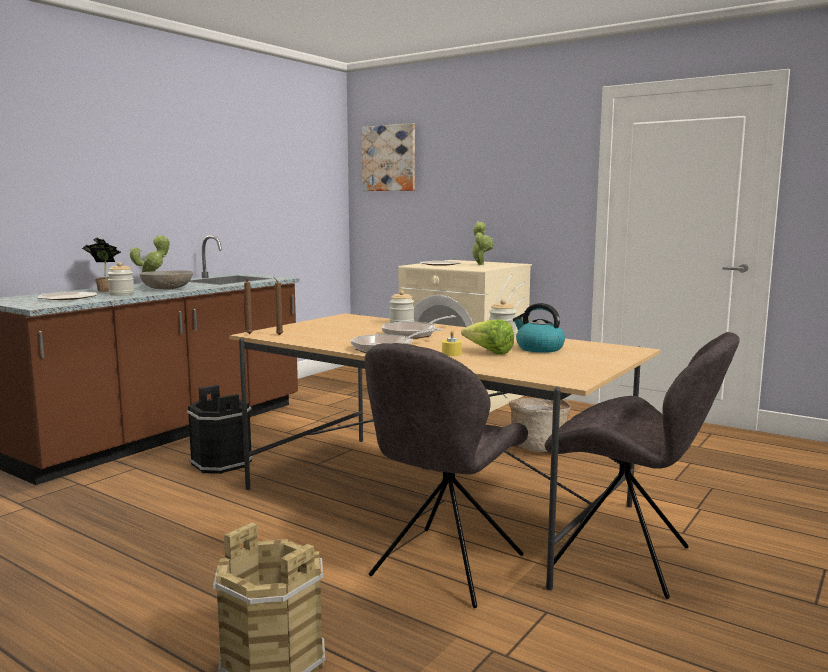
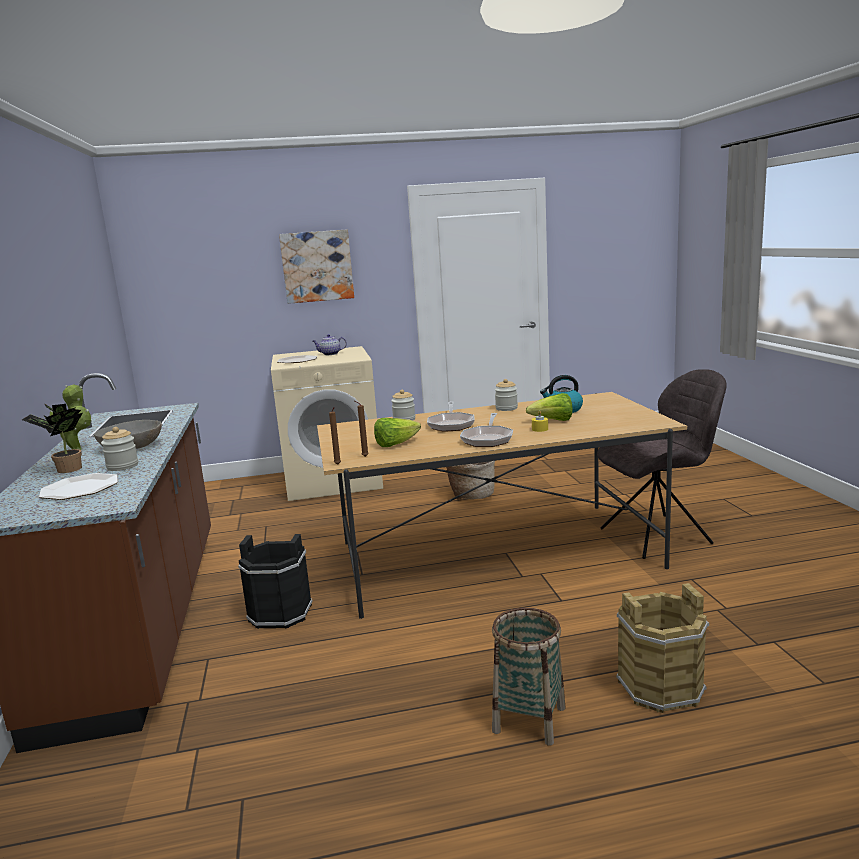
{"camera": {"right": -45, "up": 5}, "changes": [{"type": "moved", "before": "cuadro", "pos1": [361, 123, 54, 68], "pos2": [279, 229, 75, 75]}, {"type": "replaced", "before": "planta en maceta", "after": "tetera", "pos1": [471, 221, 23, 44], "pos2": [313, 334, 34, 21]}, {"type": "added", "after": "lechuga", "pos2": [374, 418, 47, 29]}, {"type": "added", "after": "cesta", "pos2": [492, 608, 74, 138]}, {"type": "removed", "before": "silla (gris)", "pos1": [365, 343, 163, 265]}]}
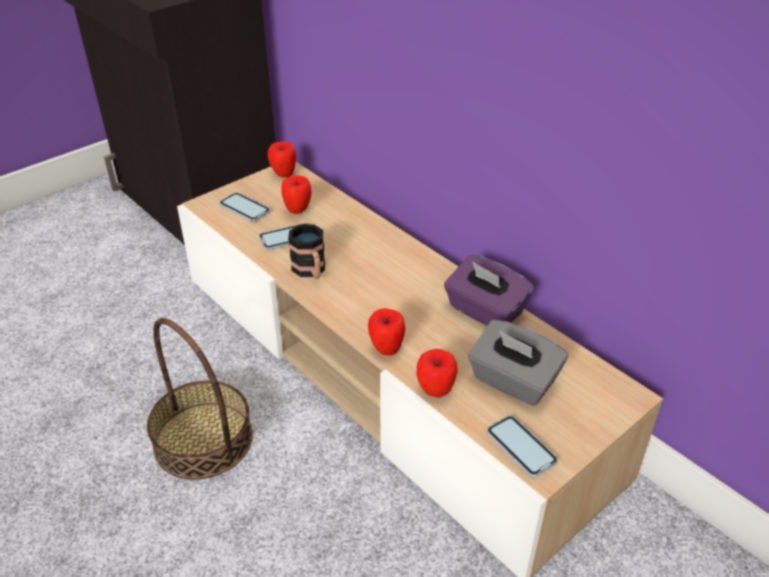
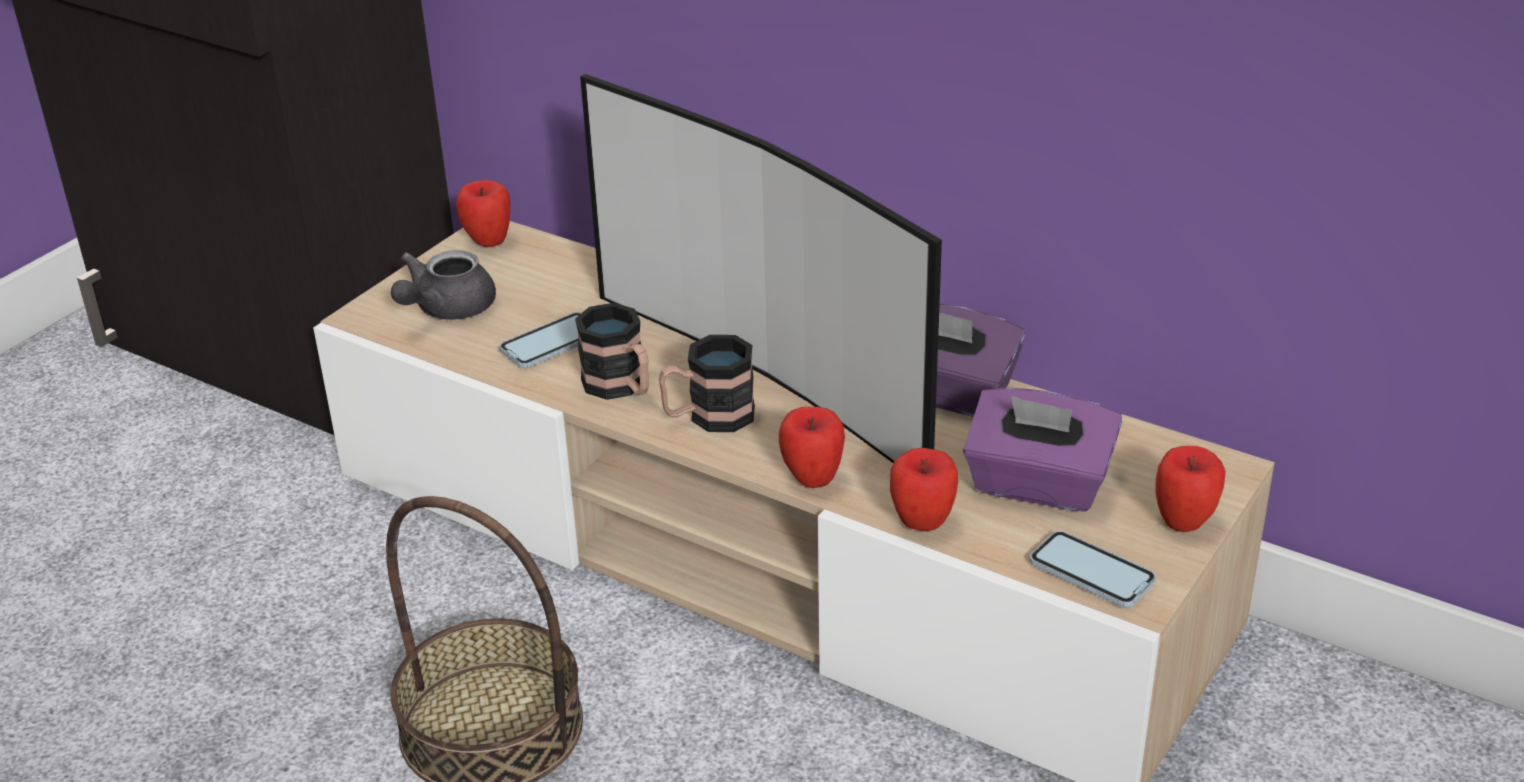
{"camera": {"right": -15, "up": -5}, "changes": [{"type": "replaced", "before": "móvil", "after": "tetera (gris)", "pos1": [219, 193, 51, 29], "pos2": [391, 250, 105, 70]}, {"type": "added", "after": "televisor", "pos2": [580, 74, 362, 389]}, {"type": "added", "after": "taza grande", "pos2": [659, 335, 96, 97]}, {"type": "recoloured", "before": "caja de pañuelos (gris)", "after": "caja de pañuelos (morado)", "pos1": [468, 320, 100, 86], "pos2": [963, 387, 159, 125]}, {"type": "moved", "before": "manzana", "pos1": [281, 175, 31, 39], "pos2": [1155, 446, 71, 86]}]}
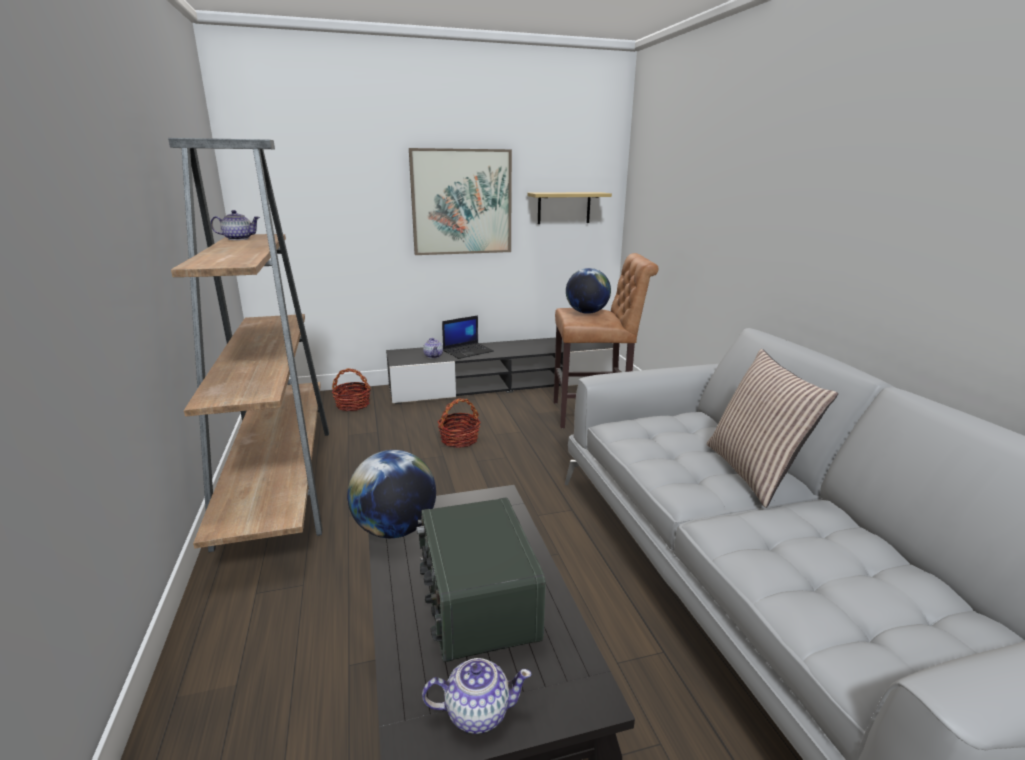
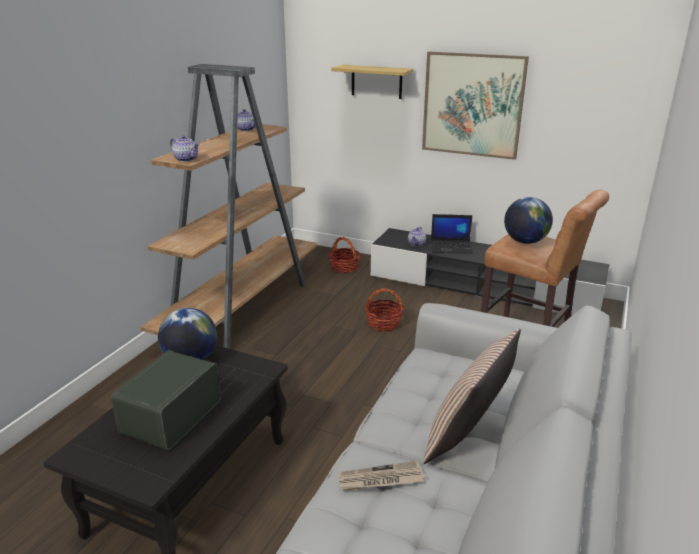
{"camera": {"right": 40, "up": 5}, "changes": [{"type": "moved", "before": "tetera", "pos1": [422, 658, 110, 76], "pos2": [170, 135, 29, 27]}, {"type": "moved", "before": "estante", "pos1": [527, 192, 85, 32], "pos2": [331, 65, 82, 34]}, {"type": "added", "after": "periódico", "pos2": [338, 461, 87, 30]}]}
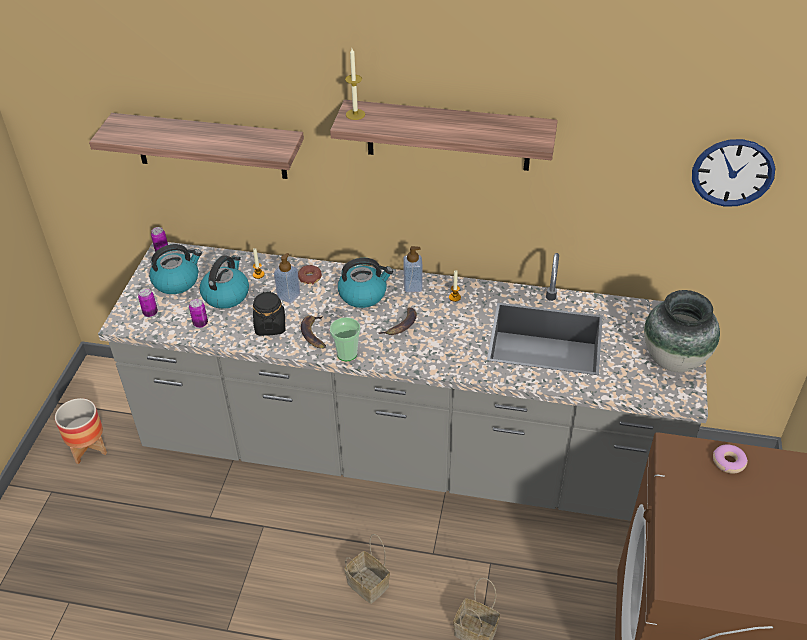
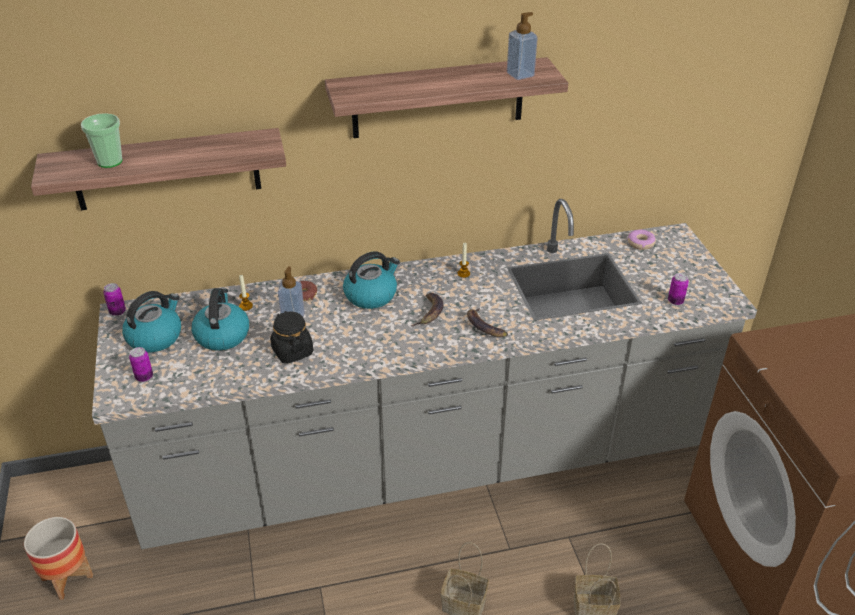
{"camera": {"right": -25, "up": -5}, "changes": [{"type": "moved", "before": "taza", "pos1": [330, 317, 31, 44], "pos2": [81, 113, 42, 55]}, {"type": "moved", "before": "plátano", "pos1": [301, 315, 25, 33], "pos2": [467, 308, 41, 29]}, {"type": "moved", "before": "dispensador de jabón", "pos1": [403, 246, 20, 46], "pos2": [507, 12, 31, 68]}, {"type": "moved", "before": "rosquilla", "pos1": [713, 444, 35, 30], "pos2": [627, 230, 29, 20]}, {"type": "moved", "before": "lata", "pos1": [189, 299, 19, 29], "pos2": [668, 273, 21, 32]}, {"type": "removed", "before": "vela", "pos1": [345, 49, 20, 71]}, {"type": "removed", "before": "florero", "pos1": [644, 290, 76, 82]}, {"type": "removed", "before": "reloj de pared", "pos1": [692, 139, 83, 68]}]}
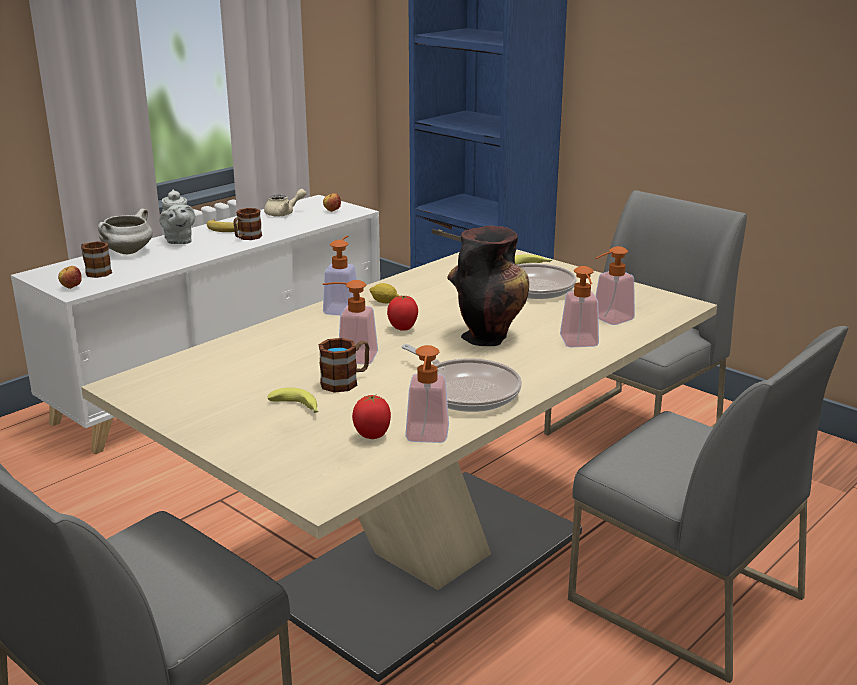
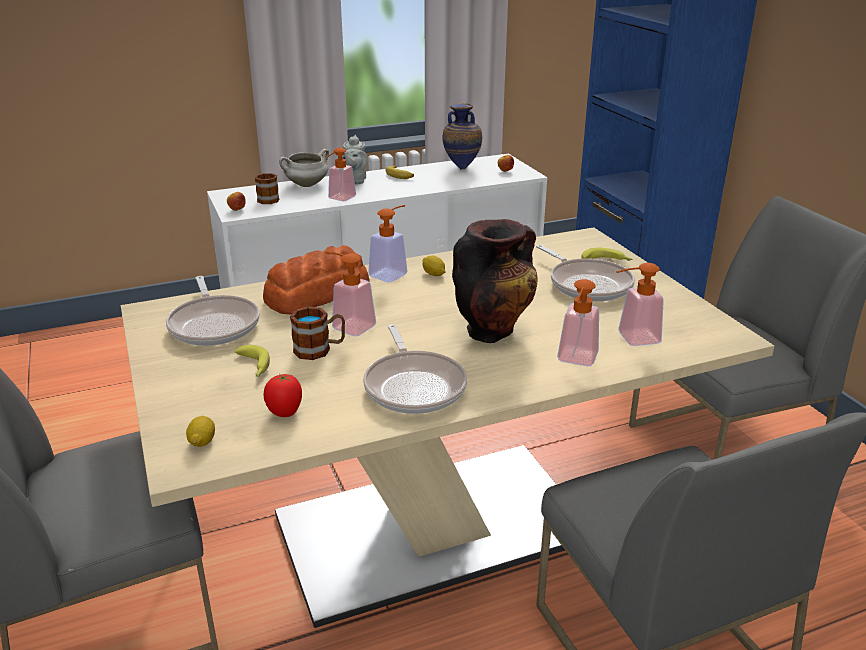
{"camera": {"right": 25, "up": 5}, "changes": [{"type": "added", "after": "sartén", "pos2": [166, 276, 94, 70]}, {"type": "added", "after": "limón", "pos2": [186, 416, 29, 31]}, {"type": "added", "after": "pan", "pos2": [263, 245, 107, 69]}, {"type": "moved", "before": "dispensador de jabón", "pos1": [405, 345, 44, 98], "pos2": [327, 148, 29, 53]}, {"type": "replaced", "before": "tetera (beis)", "after": "florero", "pos1": [264, 189, 42, 28], "pos2": [443, 103, 39, 67]}, {"type": "removed", "before": "taza grande", "pos1": [233, 208, 29, 32]}, {"type": "removed", "before": "tomate", "pos1": [387, 296, 31, 35]}]}
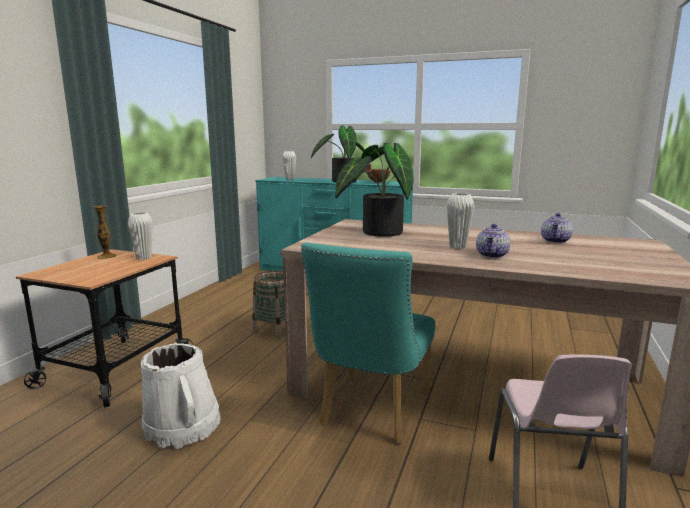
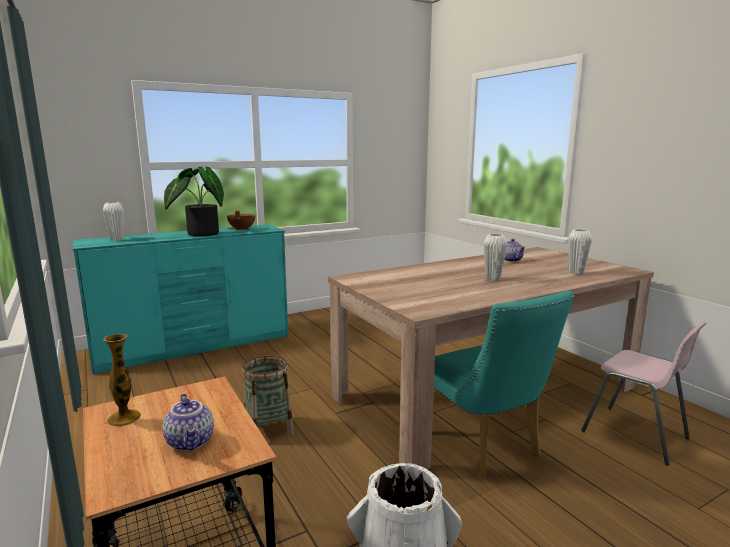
{"camera": {"right": -50, "up": 0}, "changes": [{"type": "moved", "before": "tetera", "pos1": [476, 224, 34, 34], "pos2": [162, 394, 52, 57]}, {"type": "moved", "before": "florero (blanco)", "pos1": [128, 212, 25, 48], "pos2": [568, 229, 24, 45]}, {"type": "removed", "before": "planta en maceta", "pos1": [335, 143, 79, 94]}]}
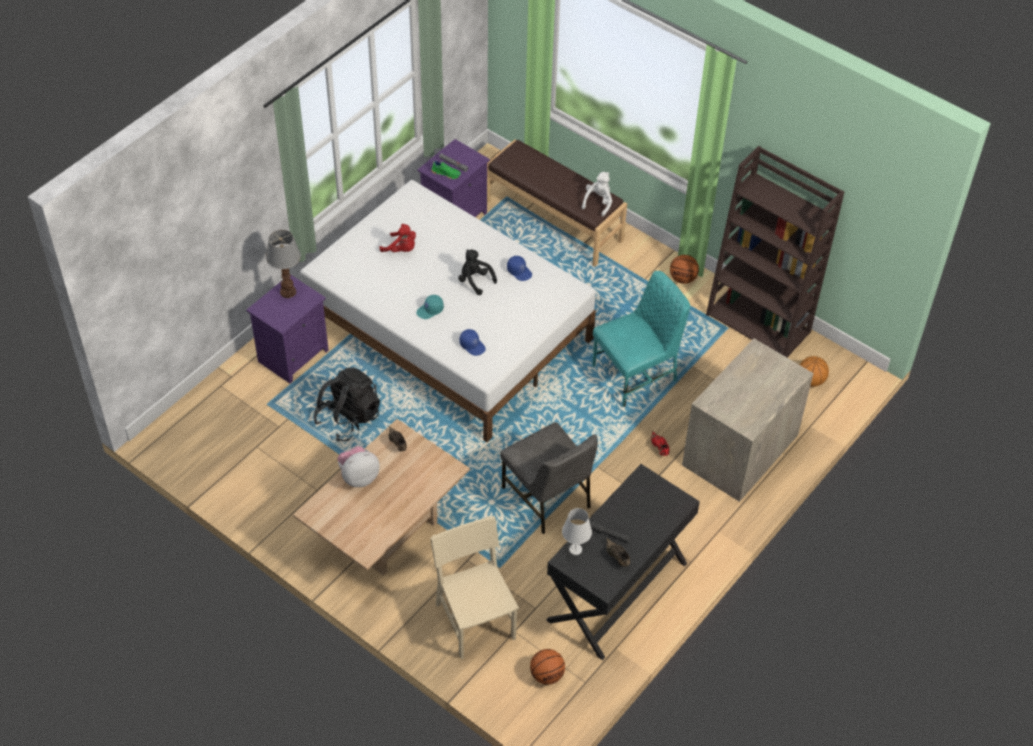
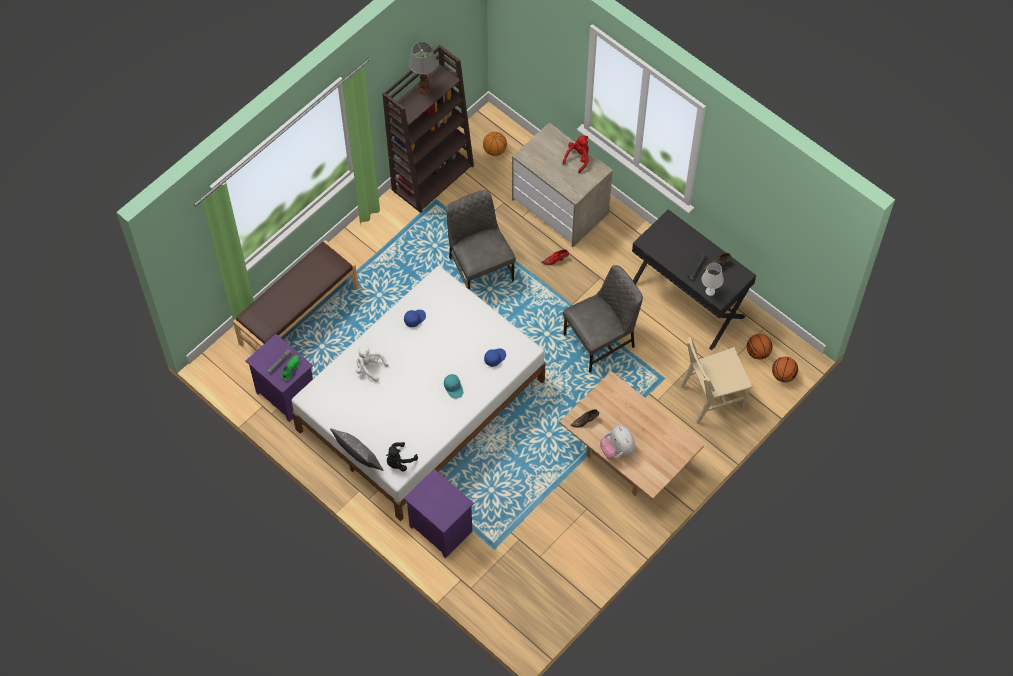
{"camera": {"right": -85, "up": 10}, "changes": [{"type": "added", "after": "cojín (gris)", "pos2": [330, 428, 54, 43]}, {"type": "moved", "before": "peluche (blanco)", "pos1": [582, 172, 30, 45], "pos2": [356, 347, 32, 35]}, {"type": "moved", "before": "peluche (negro)", "pos1": [458, 250, 39, 45], "pos2": [386, 442, 32, 29]}, {"type": "moved", "before": "lámpara de mesa", "pos1": [266, 230, 35, 68], "pos2": [409, 42, 28, 53]}, {"type": "recoloured", "before": "silla (turquesa)", "after": "silla (gris)", "pos1": [592, 271, 98, 136], "pos2": [446, 190, 70, 100]}, {"type": "moved", "before": "peluche (rojo)", "pos1": [379, 224, 37, 28], "pos2": [563, 135, 26, 38]}, {"type": "moved", "before": "balón de baloncesto", "pos1": [670, 255, 29, 29], "pos2": [772, 357, 26, 25]}, {"type": "removed", "before": "mochila (negro)", "pos1": [313, 368, 67, 74]}]}
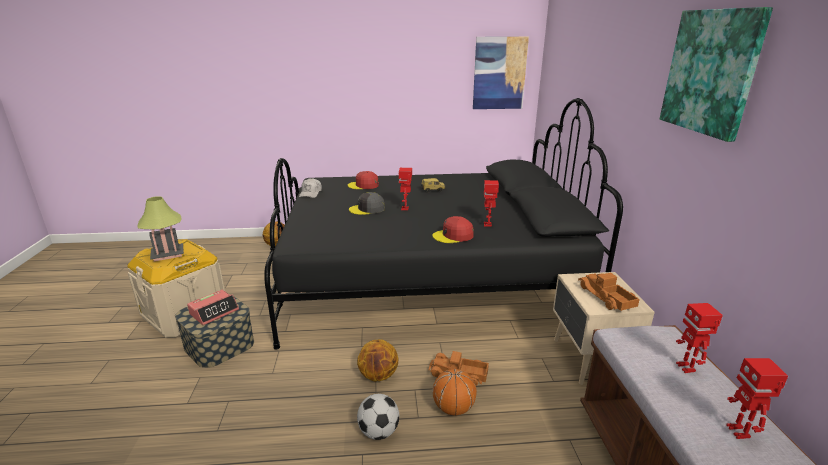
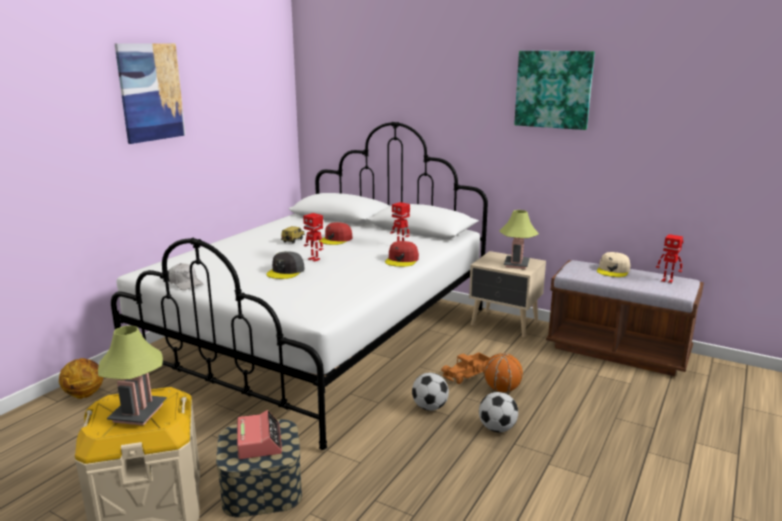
{"camera": {"right": -55, "up": -5}, "changes": [{"type": "recoloured", "before": "cama (negro)", "after": "cama (blanco)", "pos1": [264, 98, 359, 251], "pos2": [111, 122, 377, 328]}, {"type": "moved", "before": "cuadro", "pos1": [473, 37, 56, 72], "pos2": [115, 43, 70, 101]}, {"type": "moved", "before": "gorra (rojo)", "pos1": [348, 171, 31, 18], "pos2": [319, 222, 34, 23]}, {"type": "replaced", "before": "balón de baloncesto", "after": "balón de fútbol", "pos1": [357, 339, 41, 42], "pos2": [412, 373, 37, 38]}, {"type": "replaced", "before": "camión de juguete", "after": "lámpara de mesa", "pos1": [578, 272, 62, 39], "pos2": [499, 210, 40, 59]}, {"type": "replaced", "before": "robot de juguete", "after": "gorra (beis)", "pos1": [676, 303, 47, 70], "pos2": [597, 252, 33, 25]}]}
